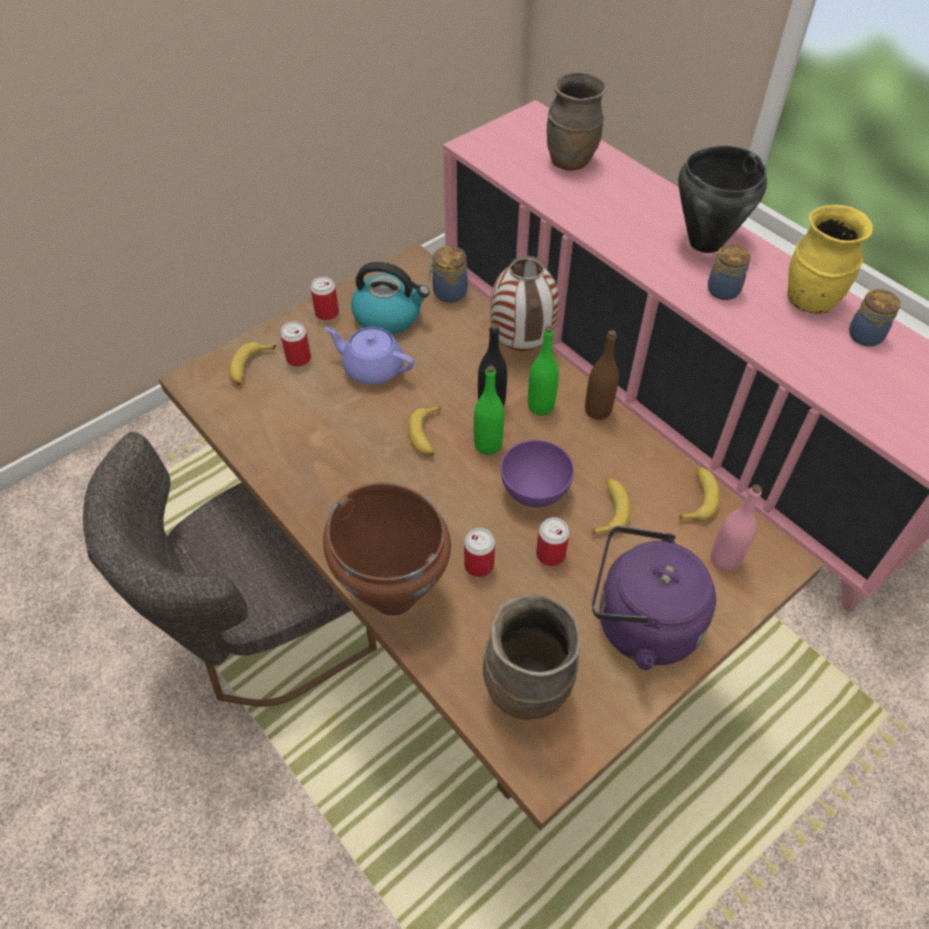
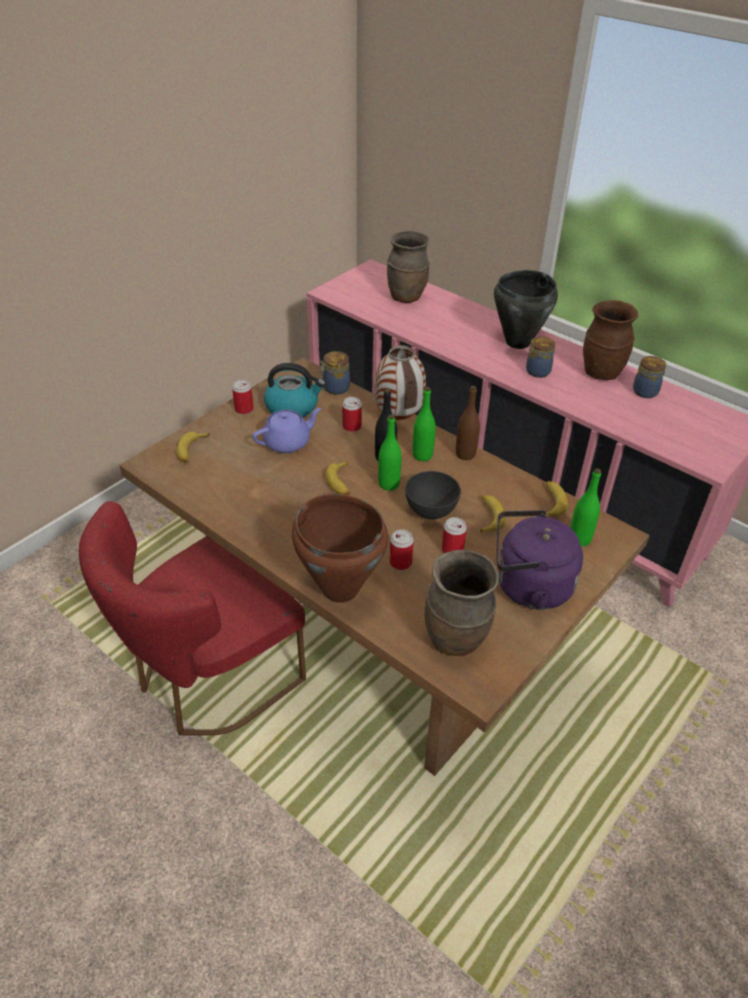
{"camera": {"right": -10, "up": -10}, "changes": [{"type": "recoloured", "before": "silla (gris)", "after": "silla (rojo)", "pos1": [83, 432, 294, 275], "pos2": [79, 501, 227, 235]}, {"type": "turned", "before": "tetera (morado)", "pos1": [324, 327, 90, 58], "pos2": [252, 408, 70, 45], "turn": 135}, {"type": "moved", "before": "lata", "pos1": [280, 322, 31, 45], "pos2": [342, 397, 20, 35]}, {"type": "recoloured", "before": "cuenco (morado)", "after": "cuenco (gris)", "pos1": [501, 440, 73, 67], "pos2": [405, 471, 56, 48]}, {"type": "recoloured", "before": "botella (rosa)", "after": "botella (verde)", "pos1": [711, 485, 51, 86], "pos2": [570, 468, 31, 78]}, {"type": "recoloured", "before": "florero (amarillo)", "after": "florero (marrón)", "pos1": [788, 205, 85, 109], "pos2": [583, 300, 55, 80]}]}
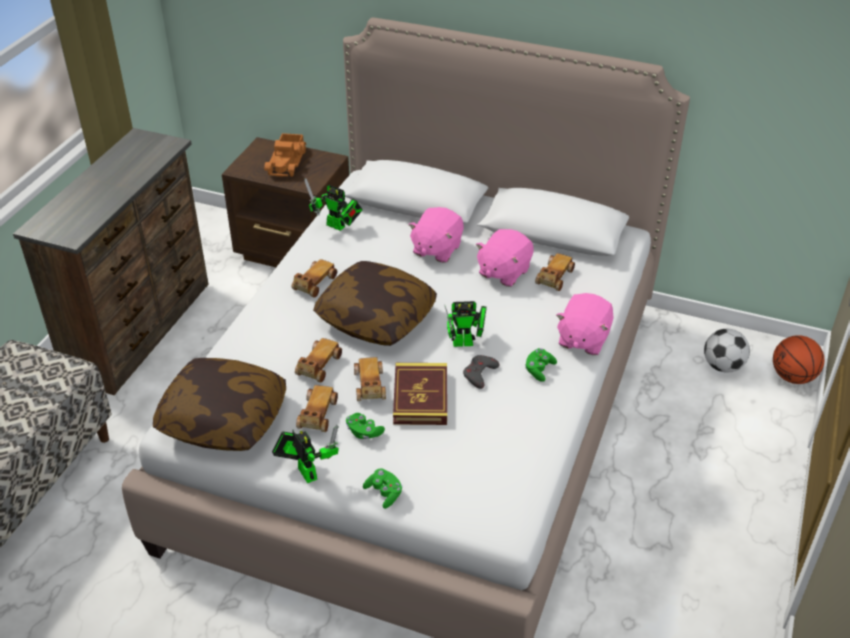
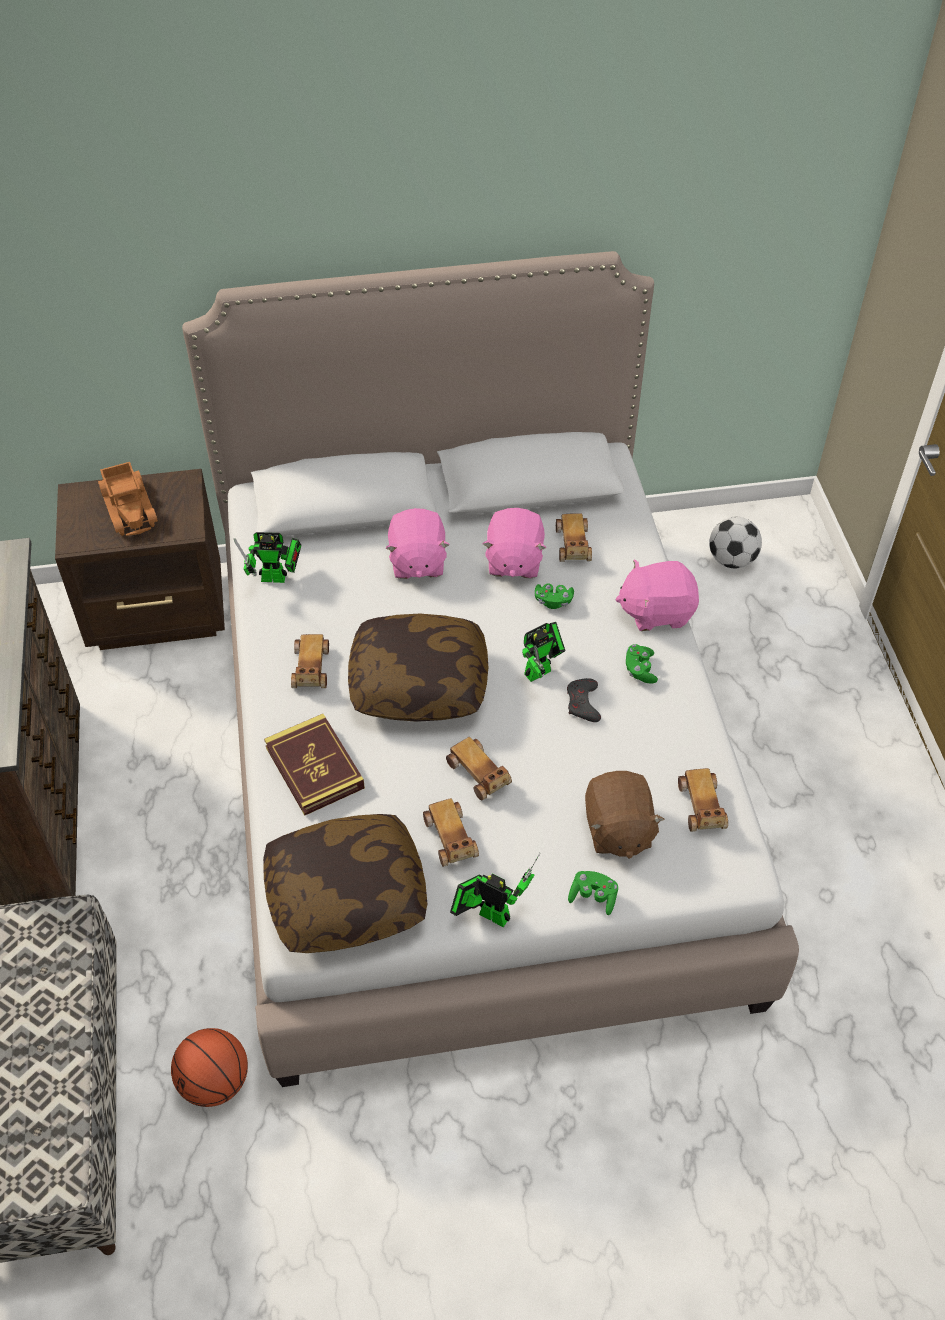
{"camera": {"right": -30, "up": 10}, "changes": [{"type": "moved", "before": "balón de baloncesto", "pos1": [773, 335, 51, 49], "pos2": [171, 1028, 77, 79]}, {"type": "moved", "before": "libro", "pos1": [393, 363, 54, 62], "pos2": [264, 714, 101, 102]}, {"type": "moved", "before": "mando de consola (verde)", "pos1": [346, 413, 39, 26], "pos2": [535, 584, 39, 25]}, {"type": "added", "after": "peluche (marrón)", "pos2": [585, 771, 80, 88]}, {"type": "turned", "before": "peluche (rosa)", "pos1": [556, 293, 58, 62], "pos2": [615, 559, 84, 72], "turn": 90}, {"type": "moved", "before": "coche de juguete", "pos1": [295, 338, 47, 44], "pos2": [678, 768, 50, 64]}]}
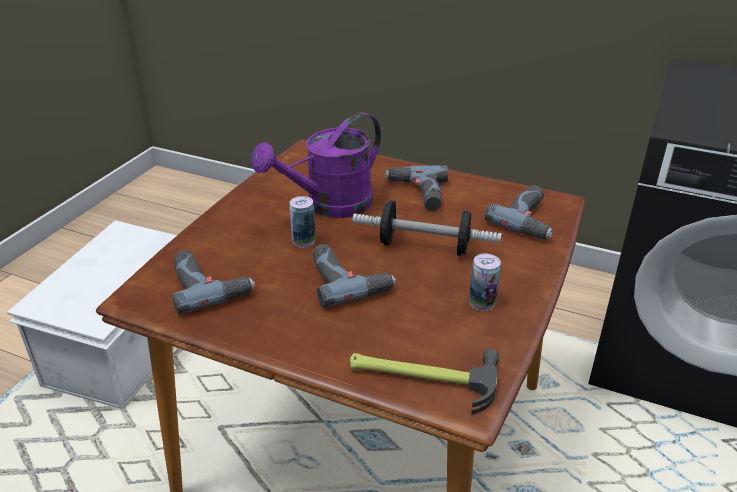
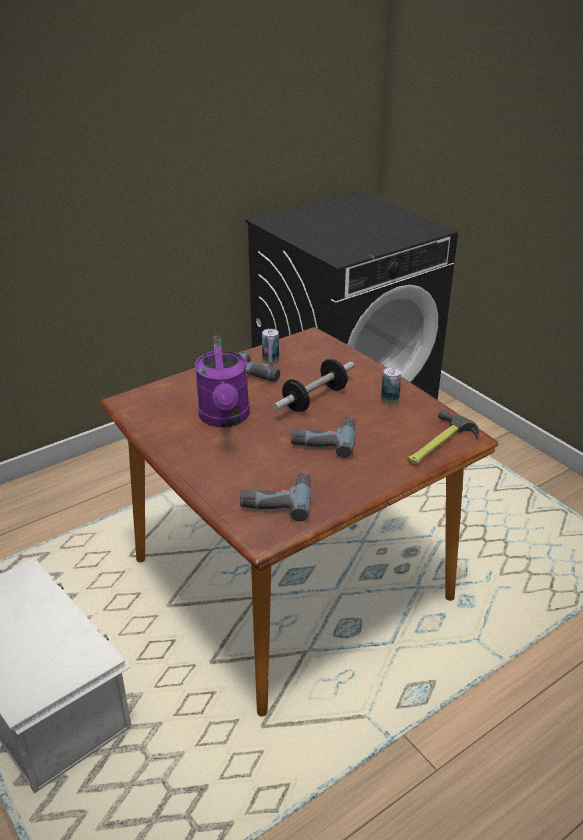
{"camera": {"right": -60, "up": 0}, "changes": [{"type": "moved", "before": "lata", "pos1": [289, 196, 27, 52], "pos2": [262, 329, 17, 36]}, {"type": "removed", "before": "taladro", "pos1": [485, 186, 68, 54]}]}
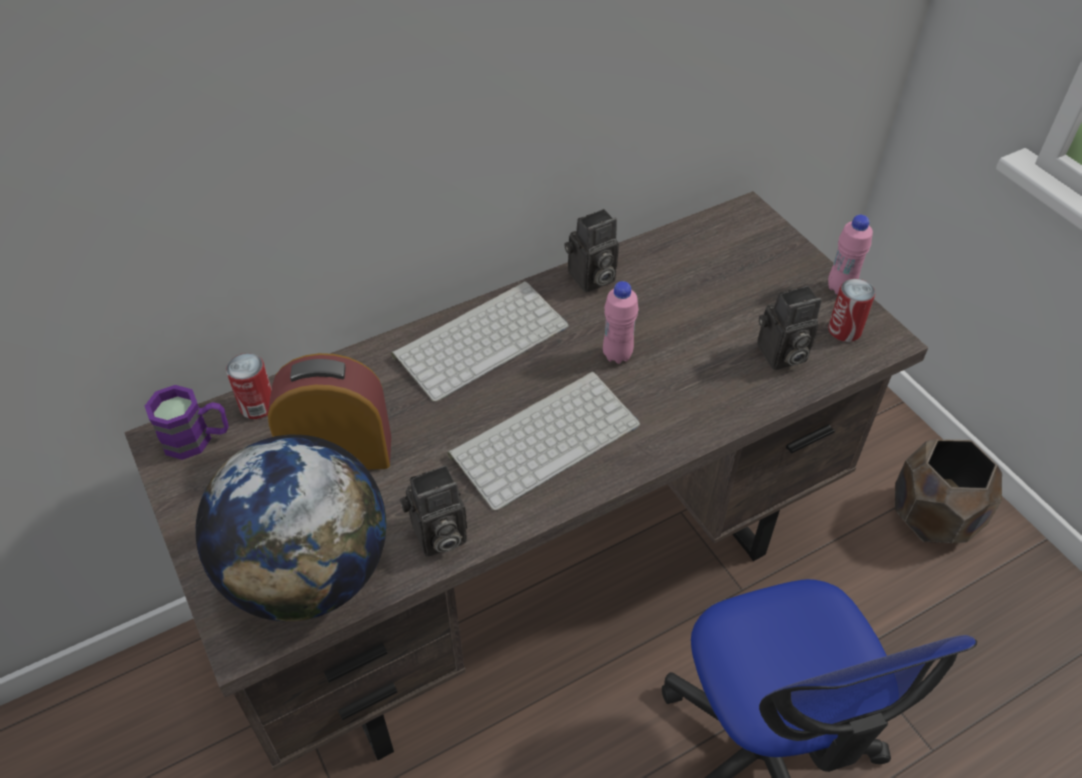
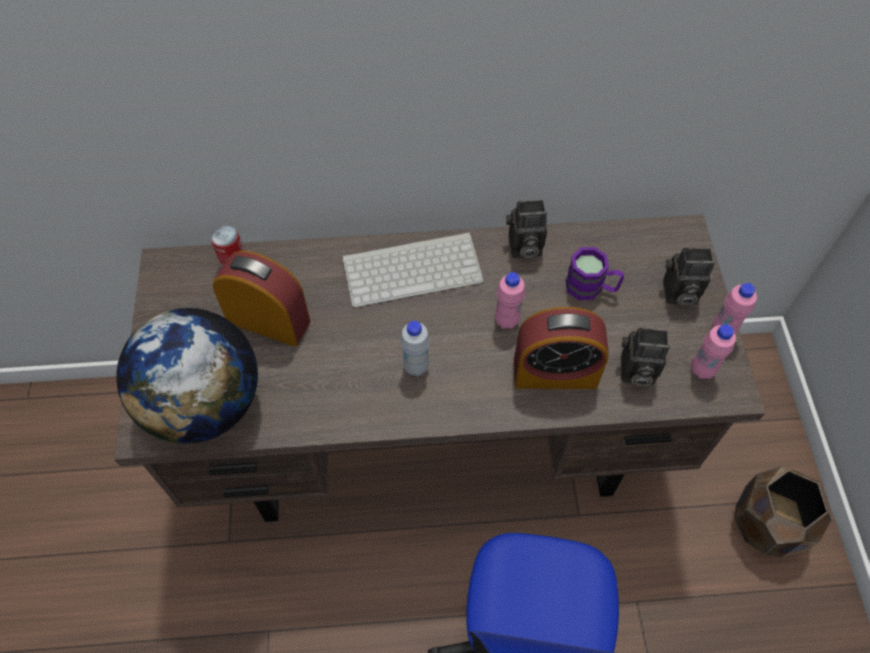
{"camera": {"right": 25, "up": 10}, "changes": [{"type": "replaced", "before": "teclado", "after": "botella (blanco)", "pos1": [447, 371, 193, 140], "pos2": [401, 321, 29, 55]}, {"type": "added", "after": "despertador", "pos2": [514, 307, 95, 82]}, {"type": "moved", "before": "taza grande (morado)", "pos1": [145, 385, 84, 75], "pos2": [566, 247, 58, 53]}, {"type": "moved", "before": "cámara", "pos1": [400, 465, 67, 92], "pos2": [663, 248, 52, 58]}, {"type": "replaced", "before": "lata", "after": "botella (rosa)", "pos1": [828, 278, 47, 64], "pos2": [691, 324, 45, 55]}]}
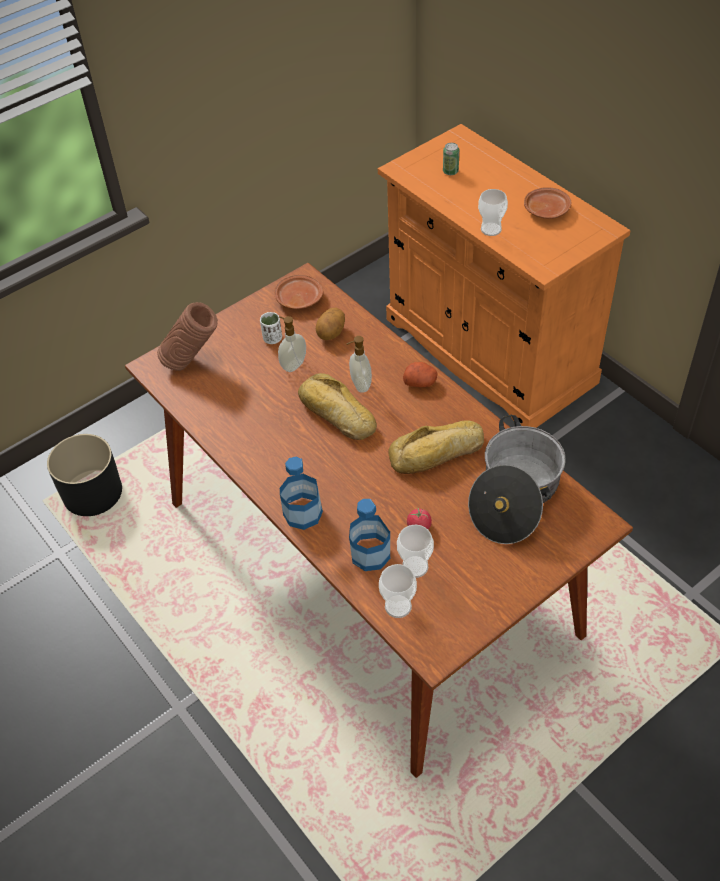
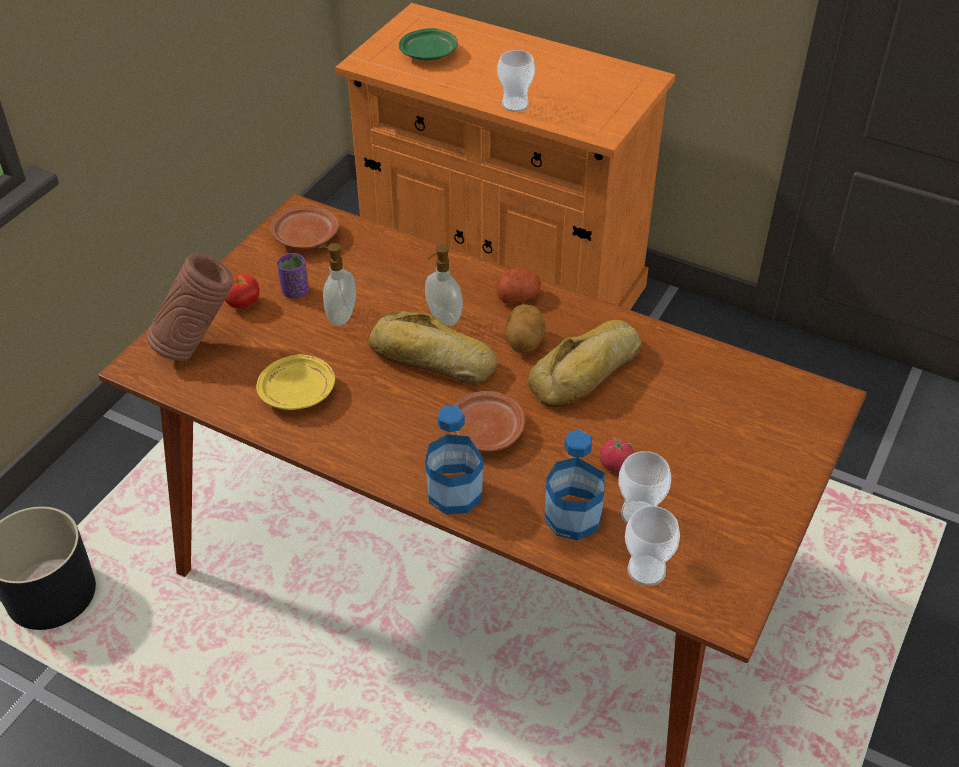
{"camera": {"right": -25, "up": -5}, "changes": [{"type": "added", "after": "tomate", "pos2": [225, 274, 34, 35]}, {"type": "added", "after": "plato (amarillo)", "pos2": [256, 354, 79, 56]}, {"type": "recoloured", "before": "taza (blanco)", "after": "taza (morado)", "pos1": [260, 312, 22, 32], "pos2": [277, 253, 32, 46]}, {"type": "replaced", "before": "lata", "after": "plato (verde)", "pos1": [443, 143, 16, 32], "pos2": [399, 28, 59, 33]}, {"type": "moved", "before": "plato (marrón)", "pos1": [524, 187, 47, 32], "pos2": [449, 391, 76, 61]}, {"type": "moved", "before": "patata", "pos1": [316, 308, 29, 32], "pos2": [505, 304, 41, 49]}, {"type": "removed", "before": "olla", "pos1": [468, 415, 98, 129]}]}
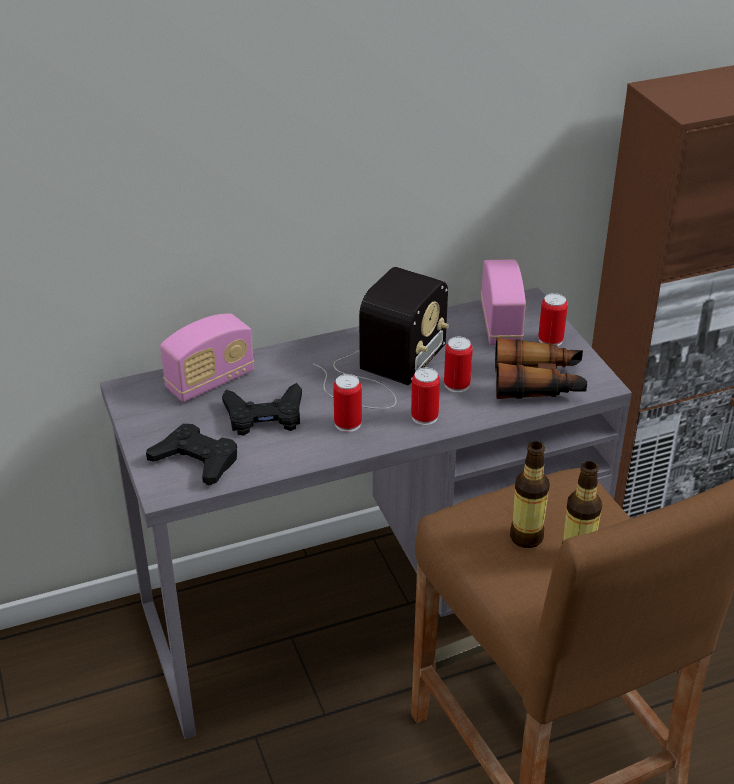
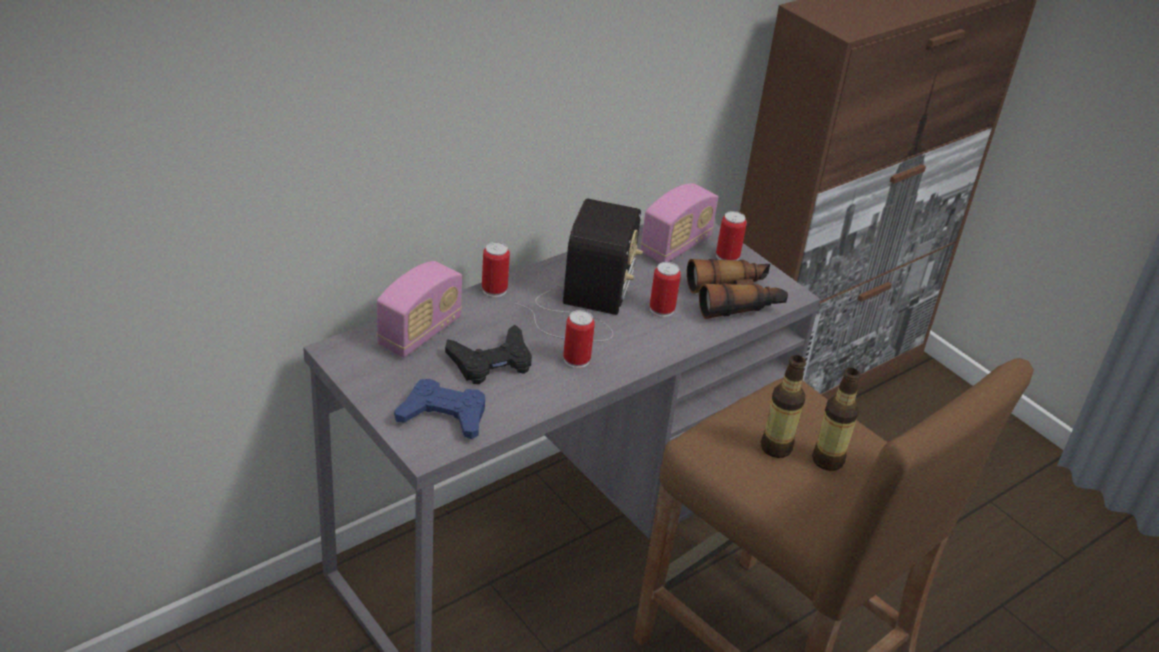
{"camera": {"right": -20, "up": 0}, "changes": [{"type": "recoloured", "before": "mando de consola (negro)", "after": "mando de consola (azul)", "pos1": [146, 424, 91, 62], "pos2": [394, 379, 91, 60]}, {"type": "moved", "before": "lata", "pos1": [411, 368, 29, 57], "pos2": [482, 242, 28, 55]}, {"type": "turned", "before": "radio", "pos1": [481, 259, 45, 87], "pos2": [640, 183, 78, 80], "turn": 60}]}
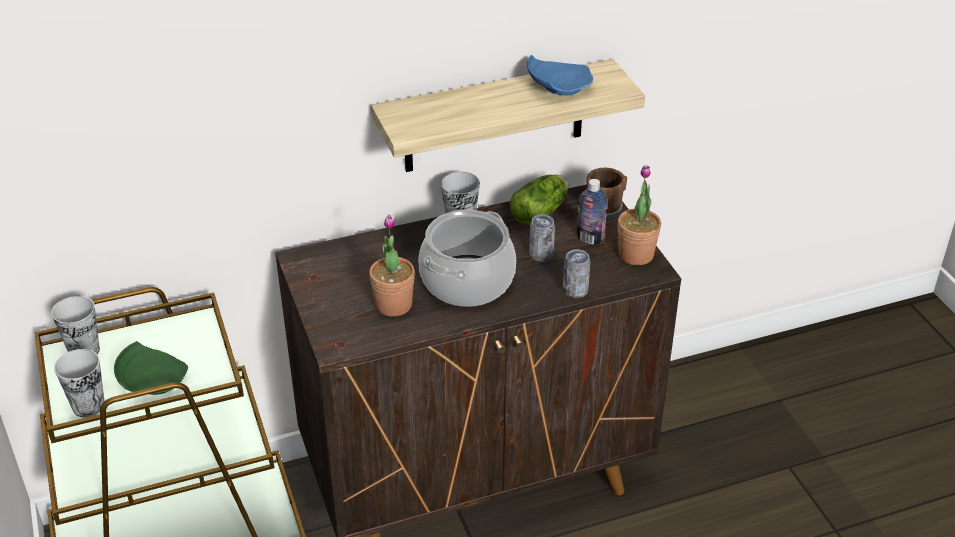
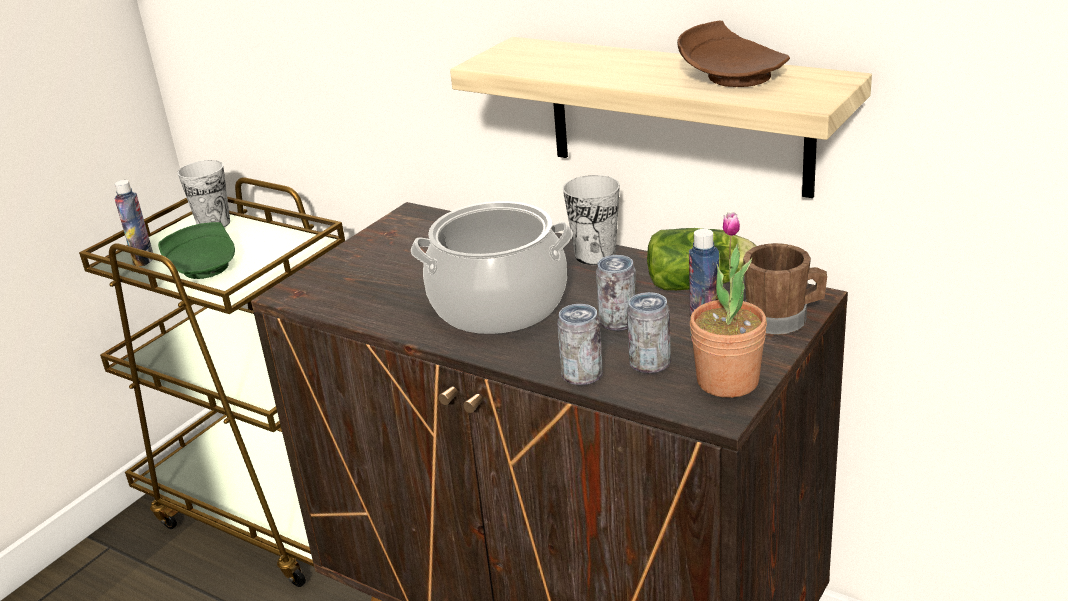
{"camera": {"right": 55, "up": -10}, "changes": [{"type": "replaced", "before": "taza", "after": "botella", "pos1": [54, 349, 51, 68], "pos2": [115, 180, 38, 86]}, {"type": "added", "after": "lata", "pos2": [627, 292, 44, 82]}, {"type": "recoloured", "before": "plato (azul)", "after": "plato (marrón)", "pos1": [527, 55, 66, 41], "pos2": [677, 21, 113, 66]}, {"type": "removed", "before": "planta en maceta", "pos1": [369, 214, 46, 103]}]}
